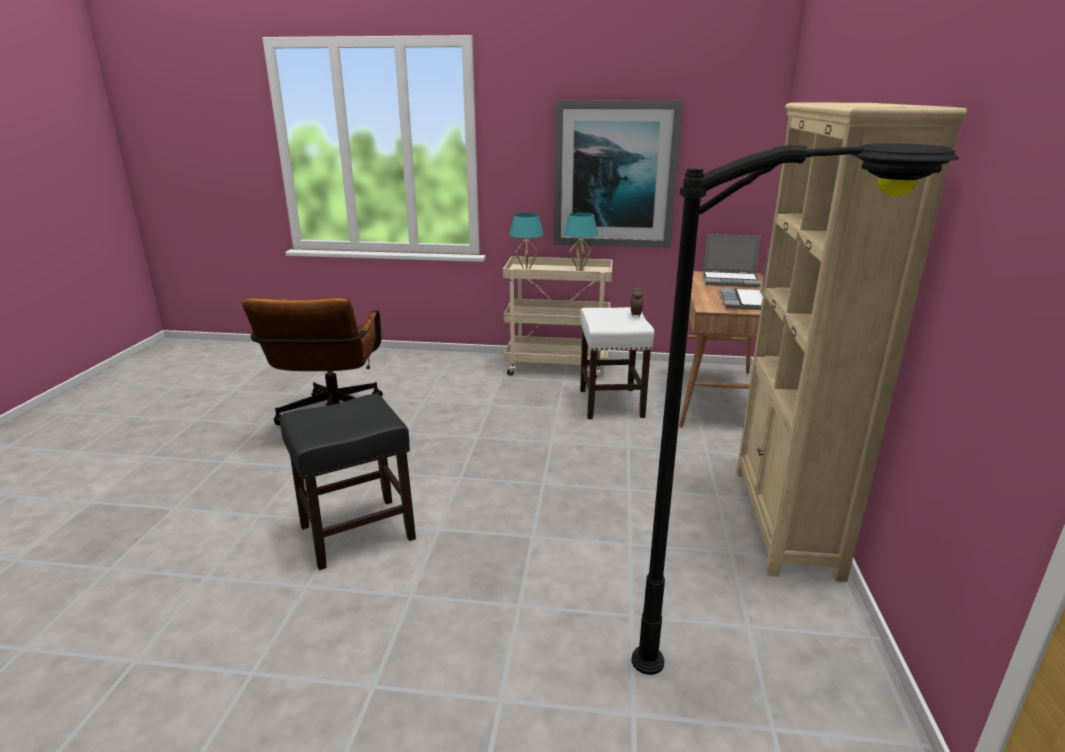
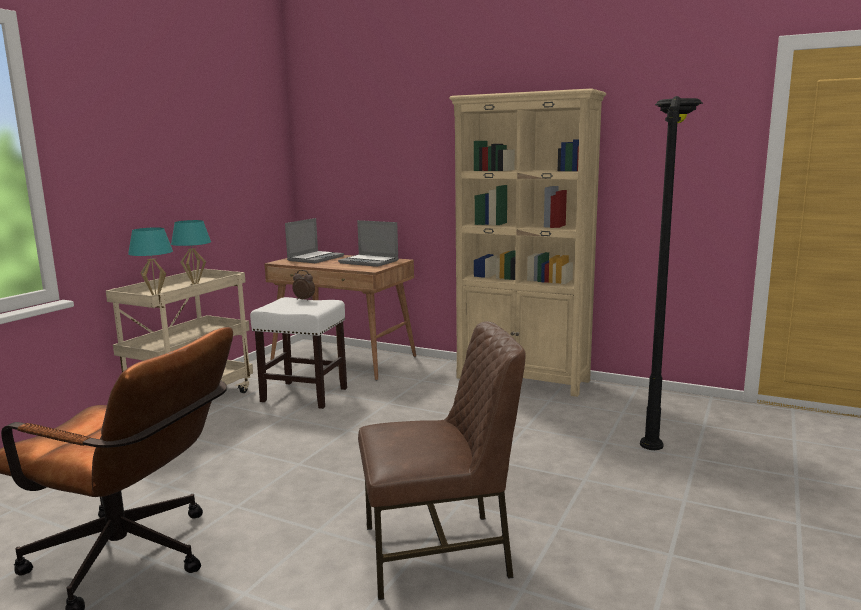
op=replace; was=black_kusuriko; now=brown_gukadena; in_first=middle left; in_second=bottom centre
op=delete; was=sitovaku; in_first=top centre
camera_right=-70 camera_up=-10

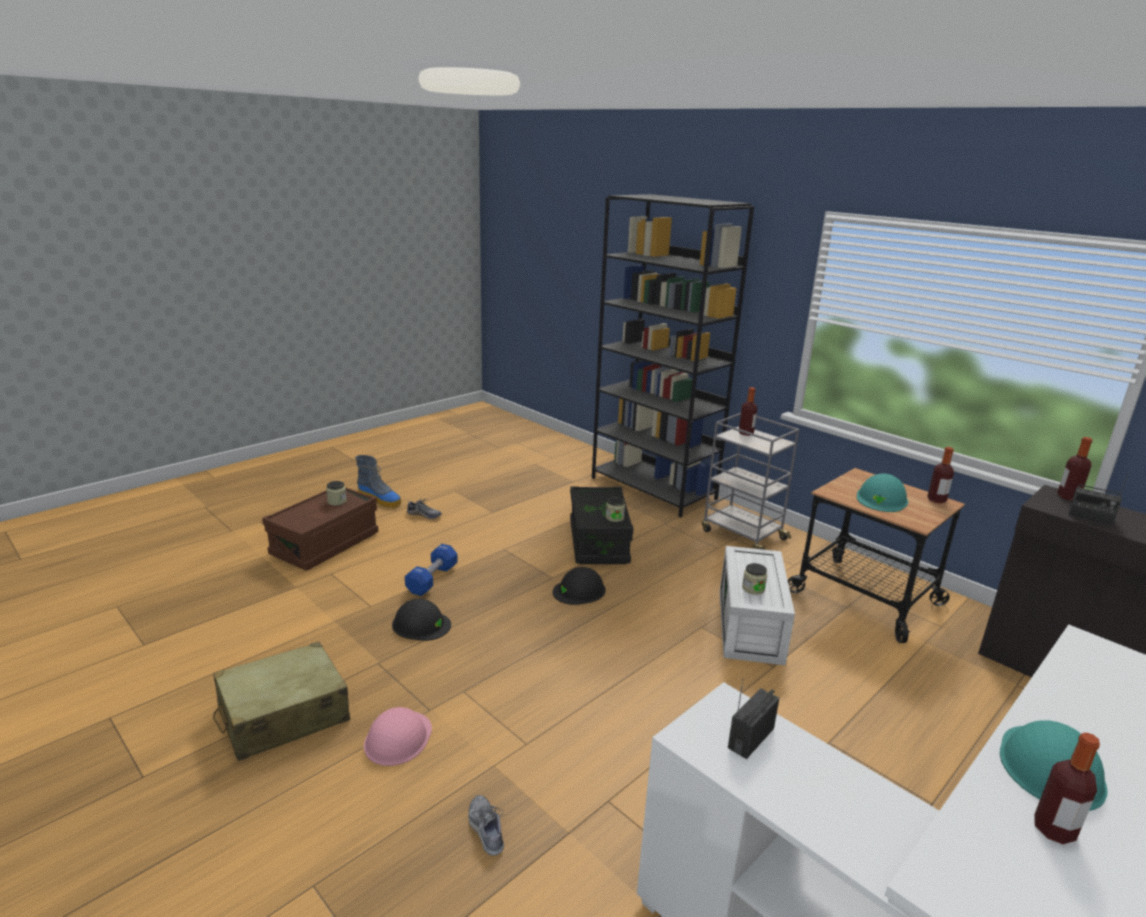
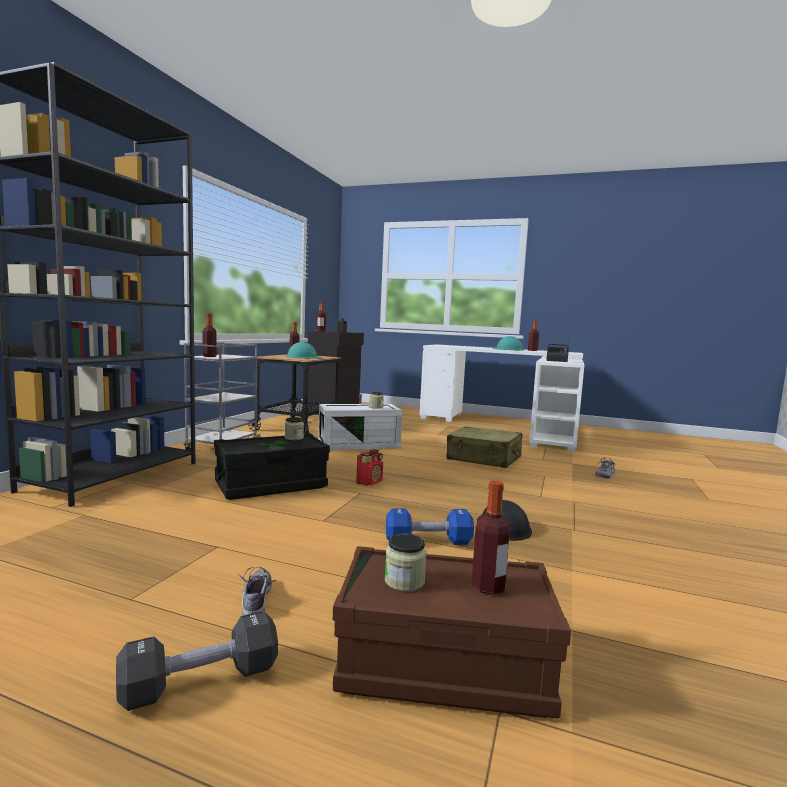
op=replace; was=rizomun; now=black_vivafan; in_first=middle left; in_second=bottom left
op=replace; was=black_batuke (2nd from left); now=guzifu (2nd from left); in_first=centre; in_second=centre
op=move; was=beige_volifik; in_first=bottom left; in_second=centre
op=insert; now=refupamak (4th from left); in_second=bottom centre
op=delete; was=pink_batuke; in_first=bottom centre
camera_right=-115 camera_up=-15

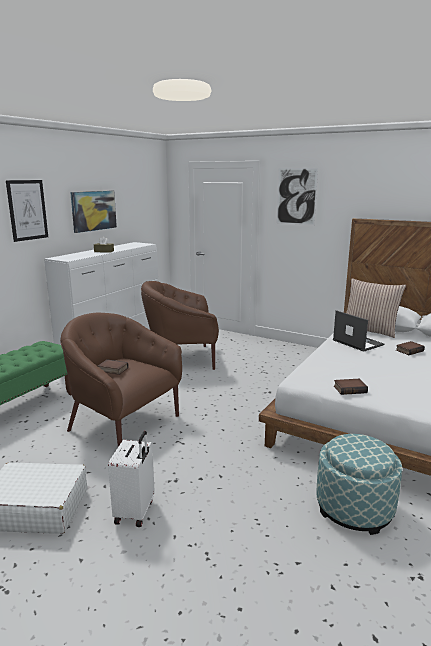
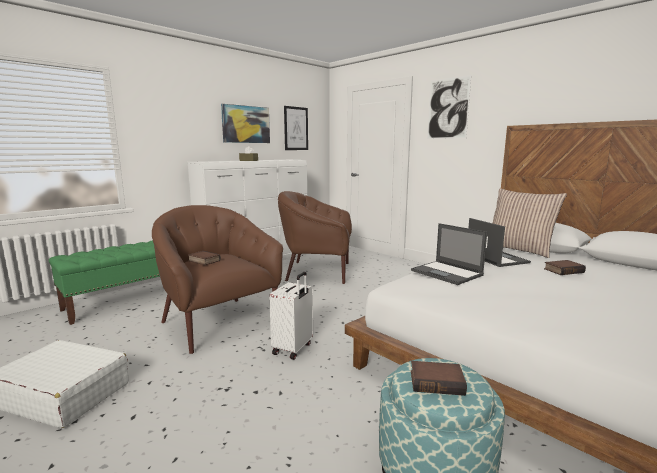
op=move; was=white_volifik (2nd from left); in_first=bottom left; in_second=bottom centre
op=move; was=sitovaku (1st from left in the first image); now=sitovaku (2nd from left); in_first=top left; in_second=top centre
op=insert; now=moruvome (1st from left); in_second=middle right
op=move; was=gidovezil (2nd from left); in_first=middle right; in_second=bottom right
camera_right=15 camera_up=-5

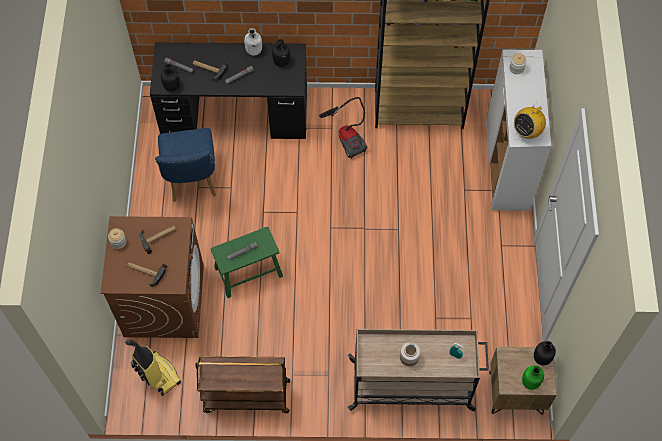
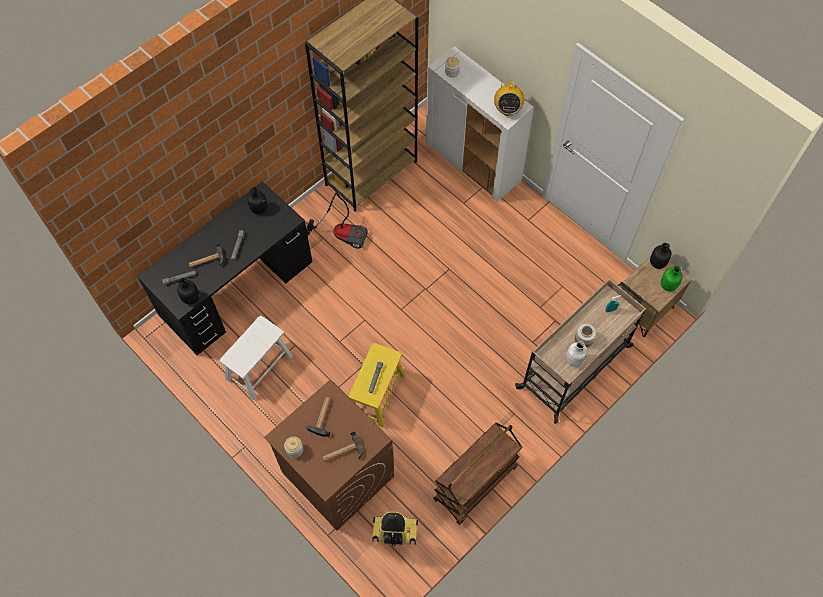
op=replace; was=blue_gukadena; now=white_kusuriko; in_first=middle left; in_second=middle left
op=recolor; was=green_kusuriko; now=yellow_kusuriko; in_first=centre; in_second=centre
op=move; was=white_refupamak; in_first=top centre; in_second=middle right
camera_right=-45 camera_up=0

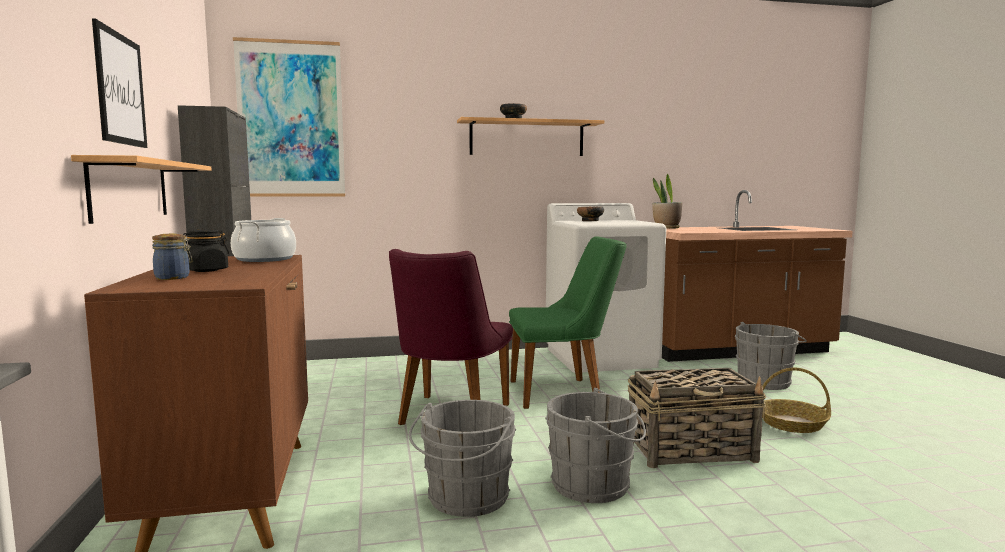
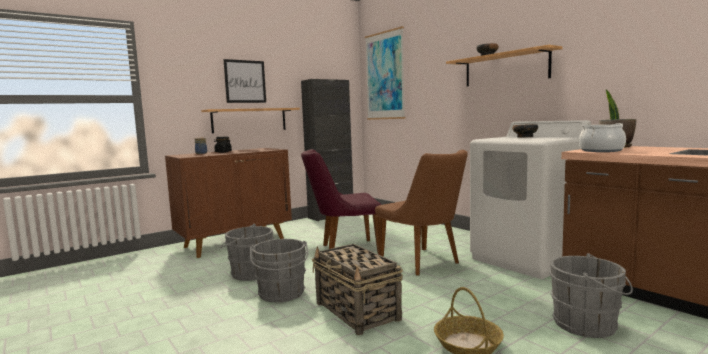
op=recolor; was=green_gukadena; now=brown_gukadena; in_first=centre; in_second=centre
op=move; was=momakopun; in_first=middle left; in_second=middle right
camera_right=65 camera_up=0

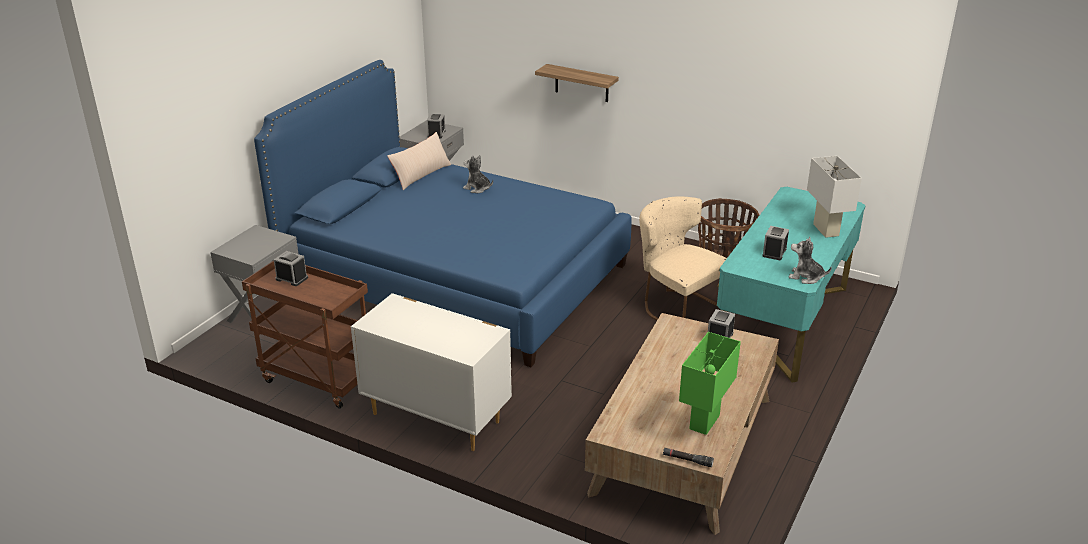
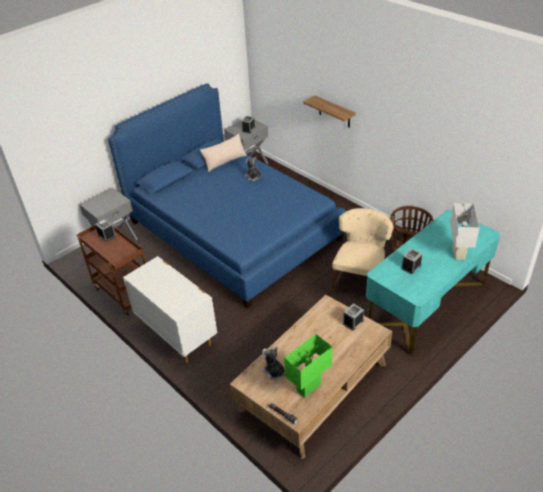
op=move; was=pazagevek (2nd from left); in_first=middle right; in_second=bottom centre
op=rotate; was=beige_gukadena; in_first=centre; in_second=middle right; clockwise=45
camera_right=20 camera_up=10

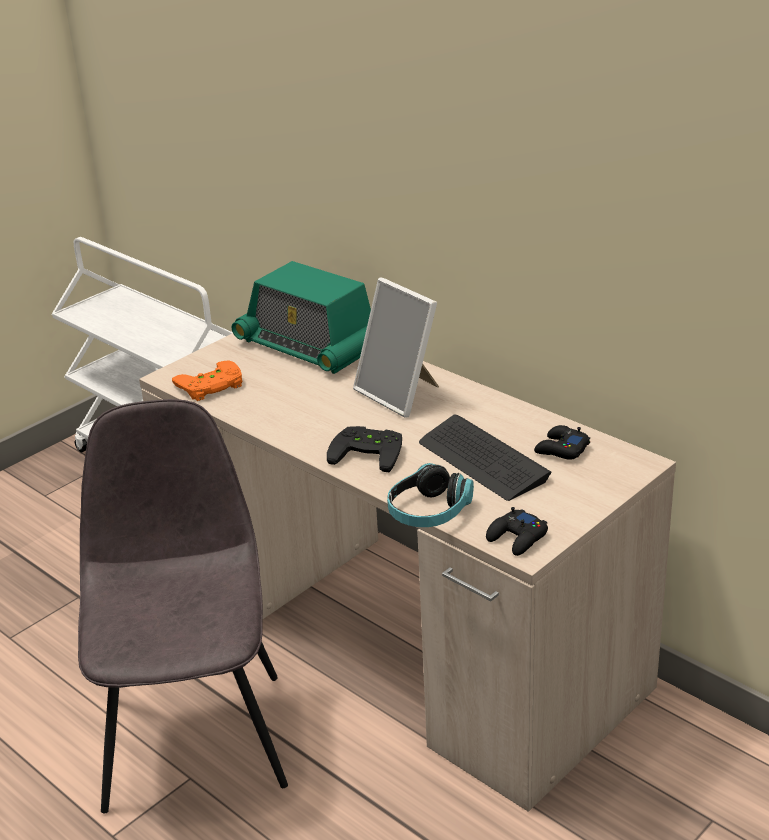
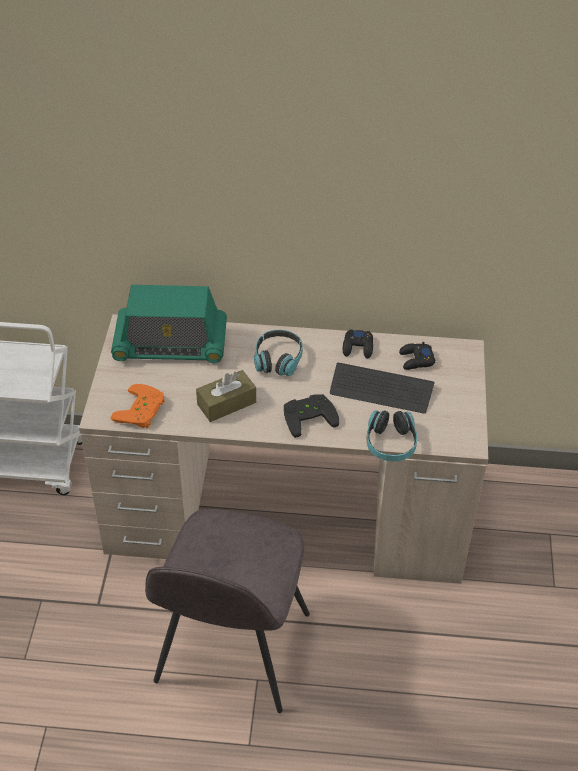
op=rotate; was=grey_gukadena; in_first=bottom left; in_second=bottom centre; clockwise=-120
op=insert; now=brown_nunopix; in_second=centre
op=replace; was=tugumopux; now=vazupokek (1st from left); in_first=centre; in_second=centre
op=move; was=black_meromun (2nd from left); in_first=middle right; in_second=centre
camera_right=-40 camera_up=15

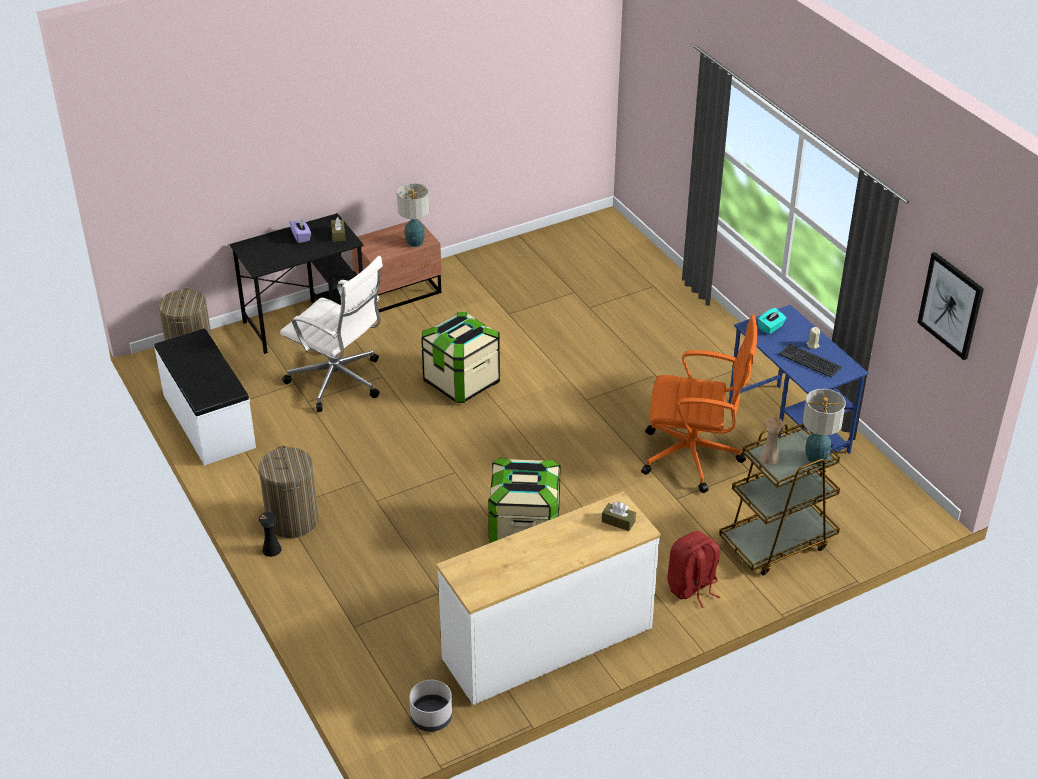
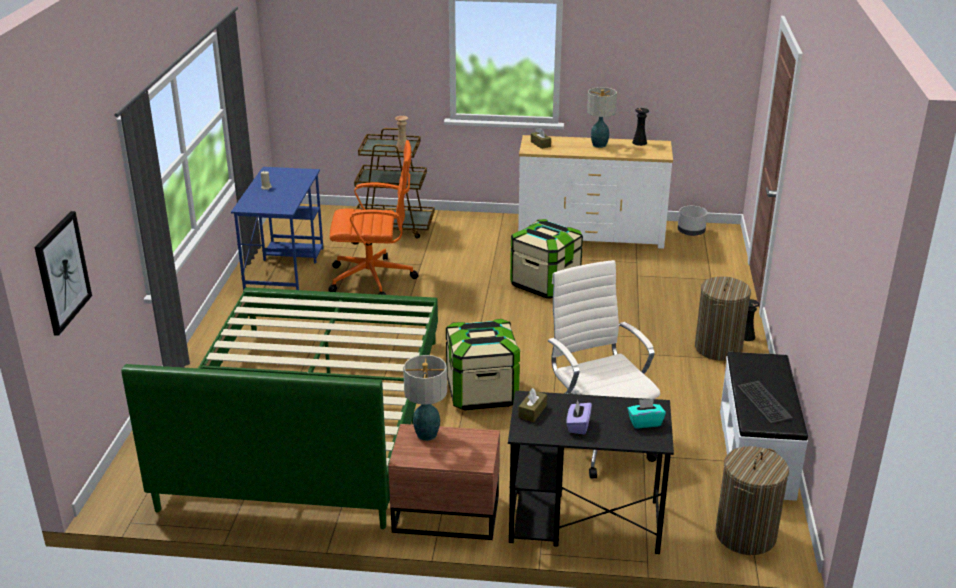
op=move; was=sitovaku; in_first=middle right; in_second=middle left
op=insert; now=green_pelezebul; in_second=bottom left
op=rotate; was=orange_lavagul; in_first=middle right; in_second=centre; clockwise=135
op=move; was=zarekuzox (2nd from left); in_first=middle right; in_second=top centre
op=move; was=turquoise_nunopix; in_first=middle right; in_second=bottom right
op=insert; now=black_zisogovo (1st from left); in_second=top right
op=move; was=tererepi; in_first=middle right; in_second=bottom right
op=delete; was=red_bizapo; in_first=bottom right
camera_right=-145 camera_up=-10

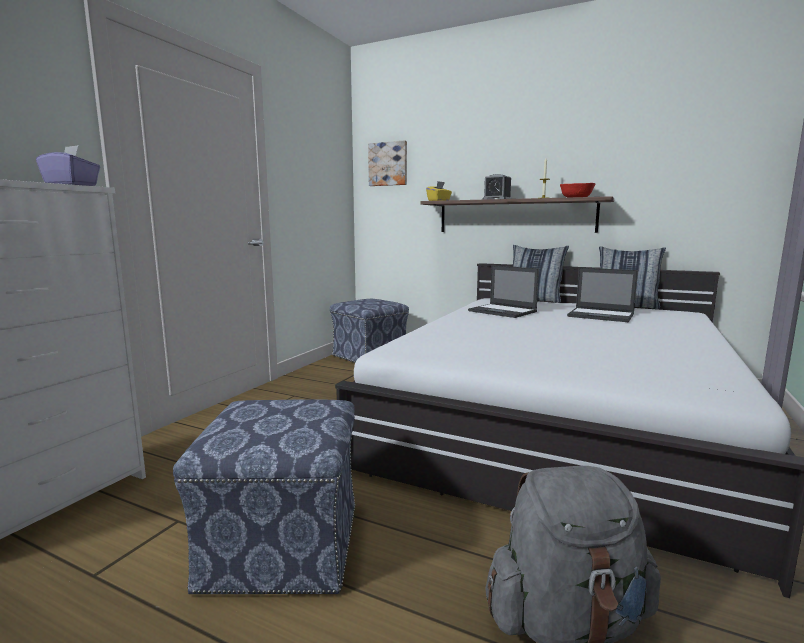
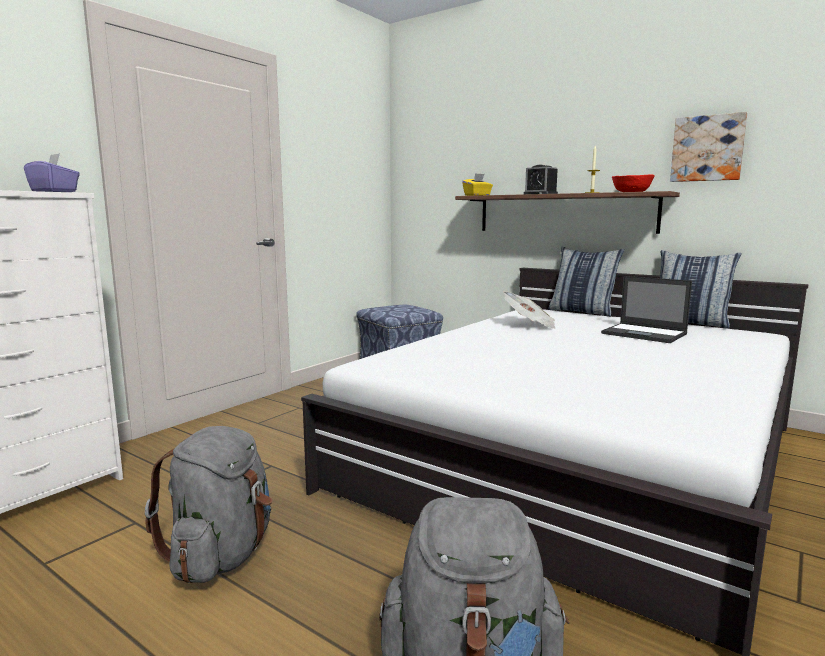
op=replace; was=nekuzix (1st from left); now=grey_bizapo (1st from left); in_first=bottom left; in_second=bottom left
op=replace; was=moruvome (1st from left); now=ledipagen; in_first=centre; in_second=centre
op=move; was=sitovaku; in_first=top centre; in_second=top right
camera_right=10 camera_up=0

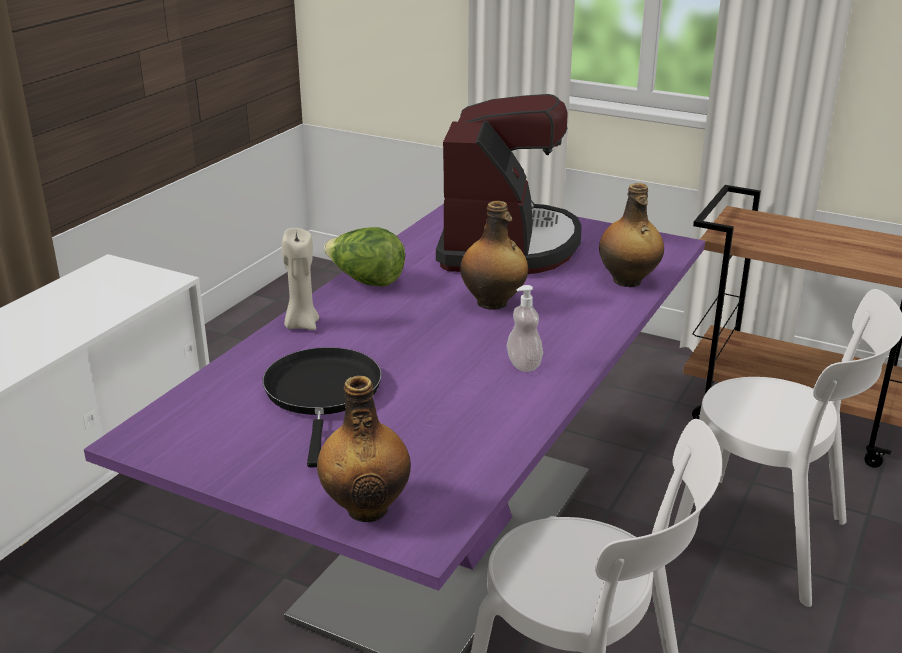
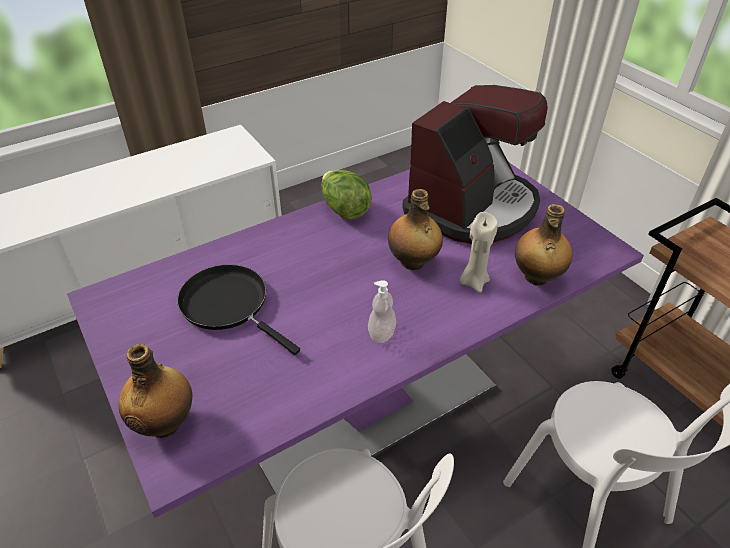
op=rotate; was=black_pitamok; in_first=centre; in_second=middle left; clockwise=-75
op=move; was=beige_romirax; in_first=middle left; in_second=centre
camera_right=30 camera_up=15

